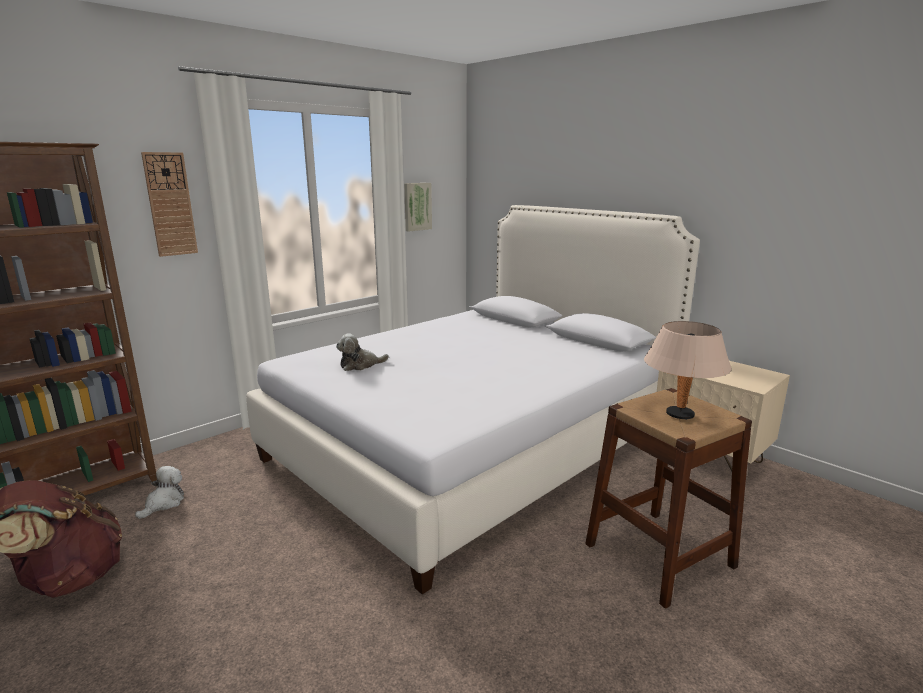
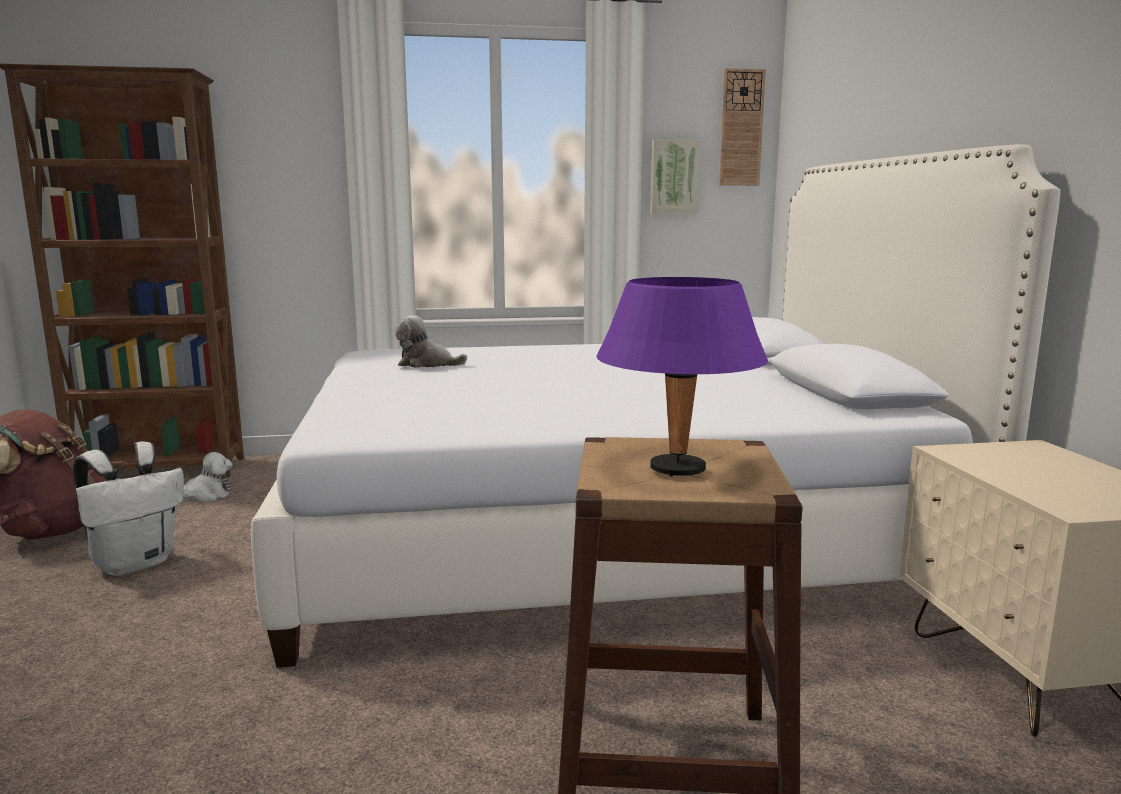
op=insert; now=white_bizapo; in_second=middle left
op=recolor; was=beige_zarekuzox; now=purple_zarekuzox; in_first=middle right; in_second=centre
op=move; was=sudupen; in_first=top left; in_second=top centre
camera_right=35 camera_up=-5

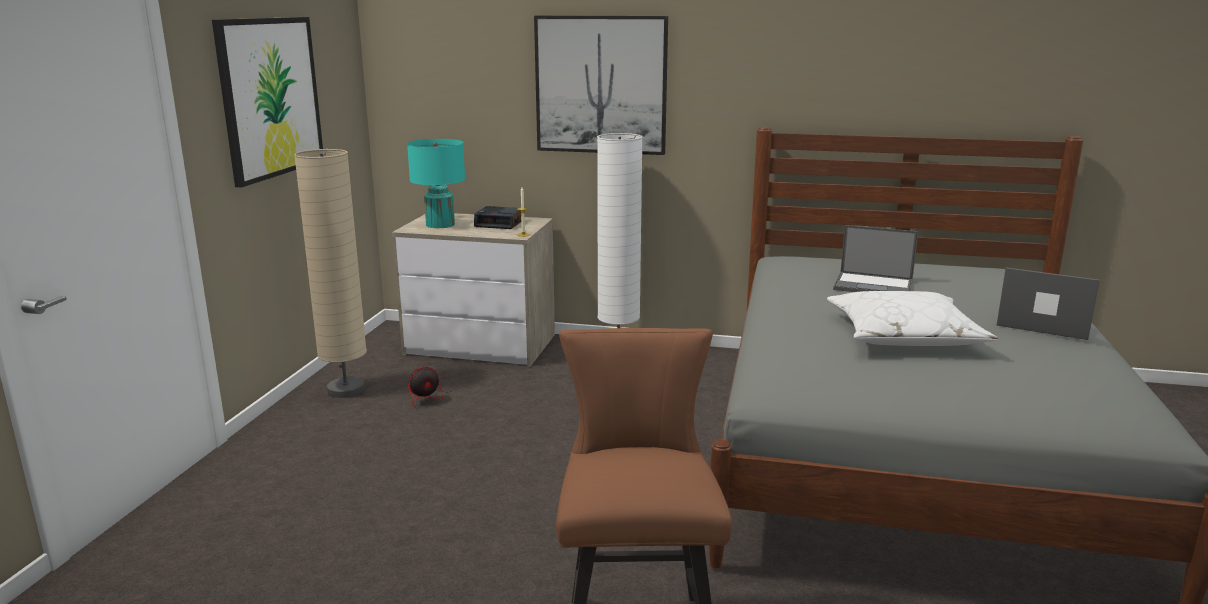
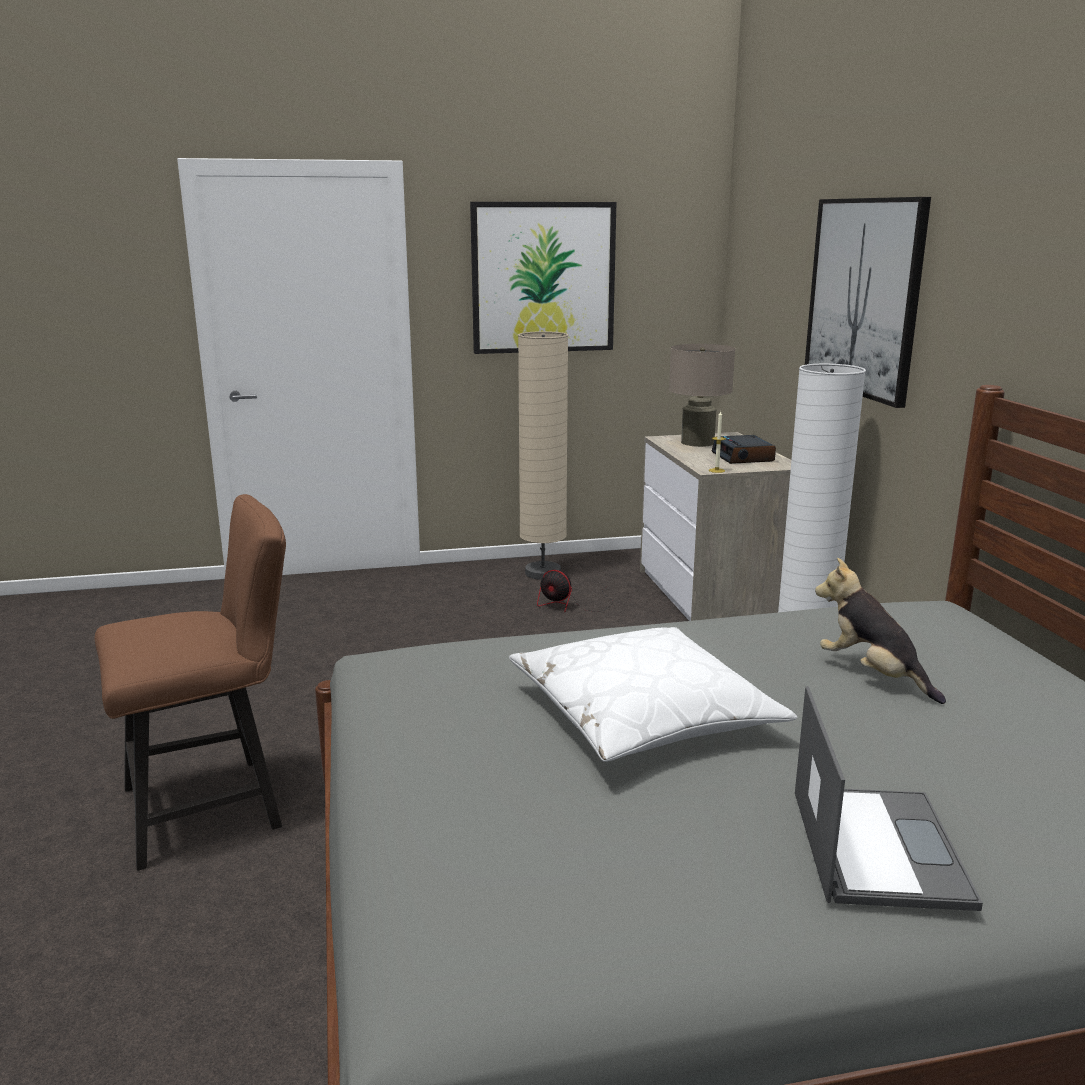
op=recolor; was=turquoise_zarekuzox; now=beige_zarekuzox; in_first=top centre; in_second=centre
op=replace; was=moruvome (1st from left); now=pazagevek; in_first=middle right; in_second=middle right
camera_right=65 camera_up=0

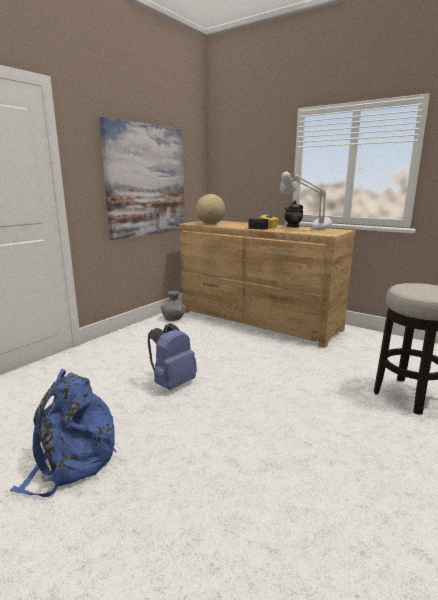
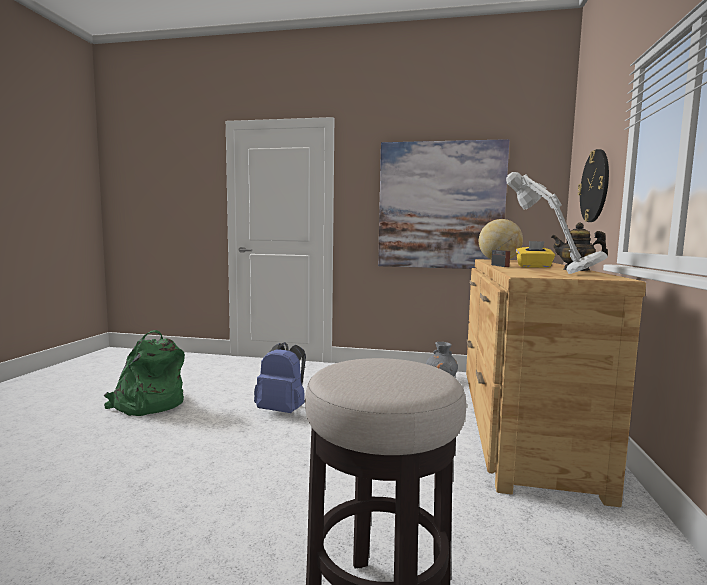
op=recolor; was=blue_bizapo (1st from left); now=green_bizapo; in_first=bottom left; in_second=middle left
op=insert; now=sudupen; in_second=top right
camera_right=65 camera_up=-10

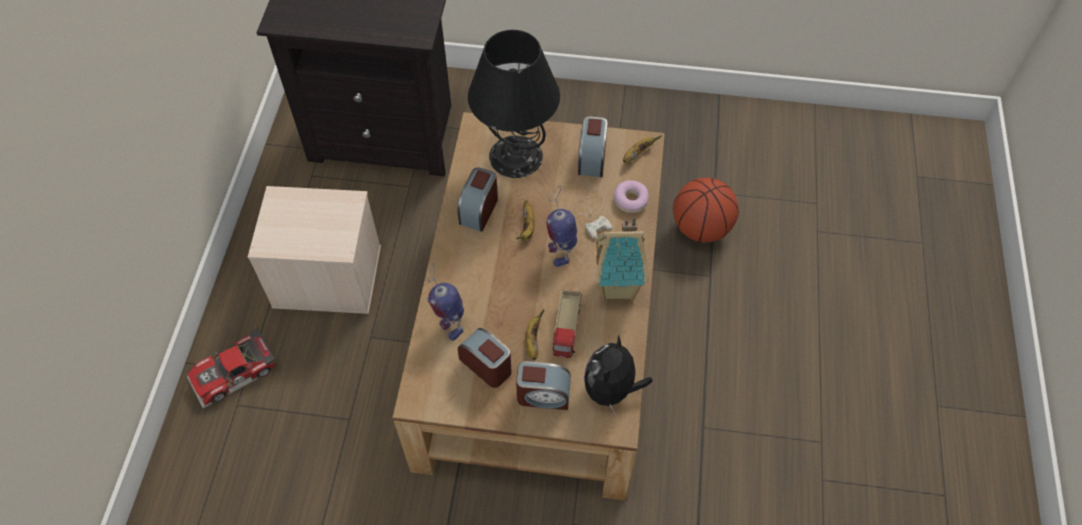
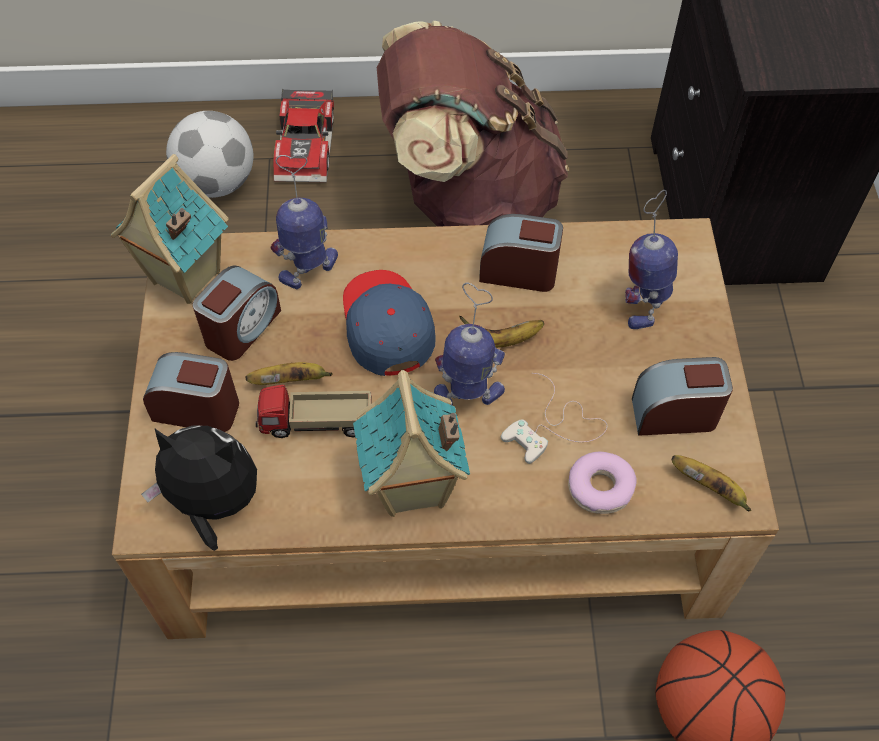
op=insert; now=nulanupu (1st from left); in_second=top left
op=rotate; was=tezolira (3rd from left in the first image); in_first=bottom centre; in_second=middle left; clockwise=105
op=insert; now=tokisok; in_second=top left
op=rotate; was=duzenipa; in_first=bottom left; in_second=top centre; clockwise=-135
op=insert; now=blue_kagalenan; in_second=centre
op=replace; was=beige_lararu; now=brown_bizapo; in_first=middle left; in_second=top centre
op=replace; was=black_zarekuzox; now=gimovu (3rd from left); in_first=top centre; in_second=middle right
camera_right=80 camera_up=0

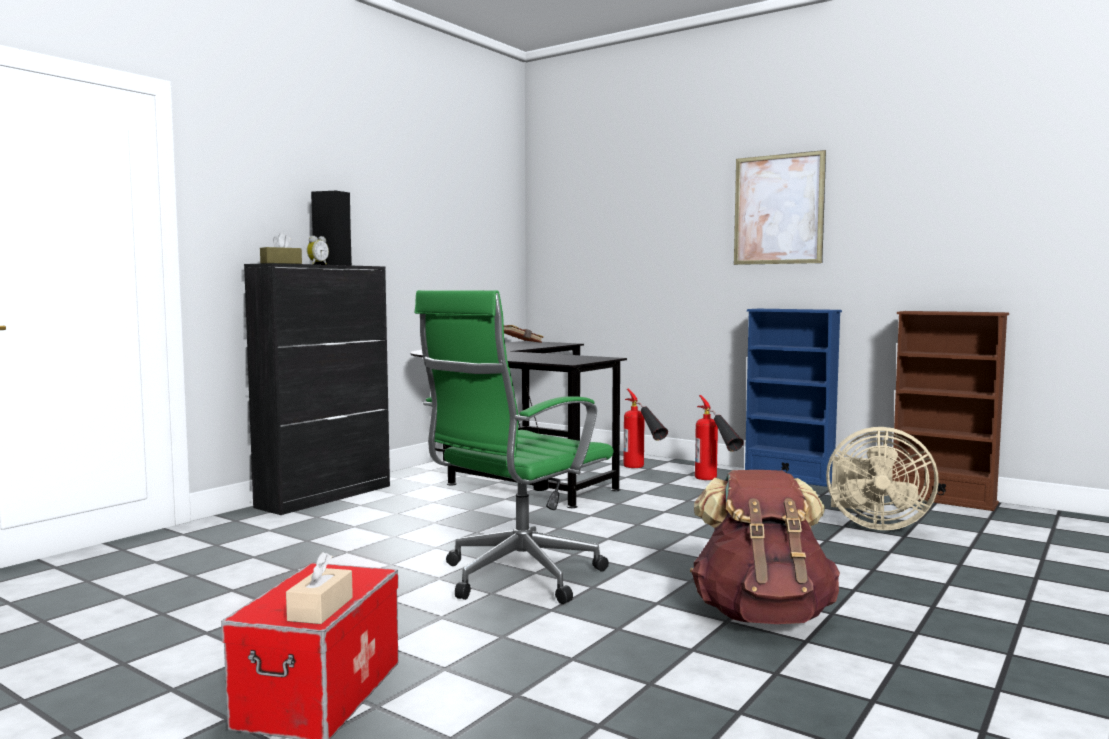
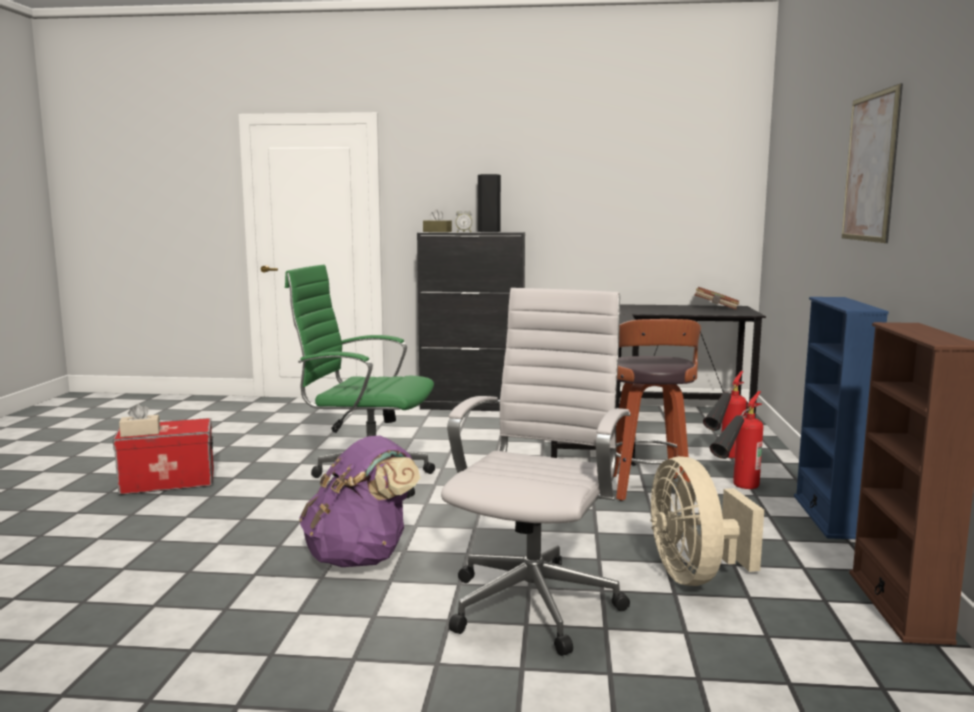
op=recolor; was=brown_bizapo; now=purple_bizapo; in_first=bottom right; in_second=bottom centre
op=insert; now=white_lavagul; in_second=centre
op=insert; now=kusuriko; in_second=middle right
camera_right=60 camera_up=5

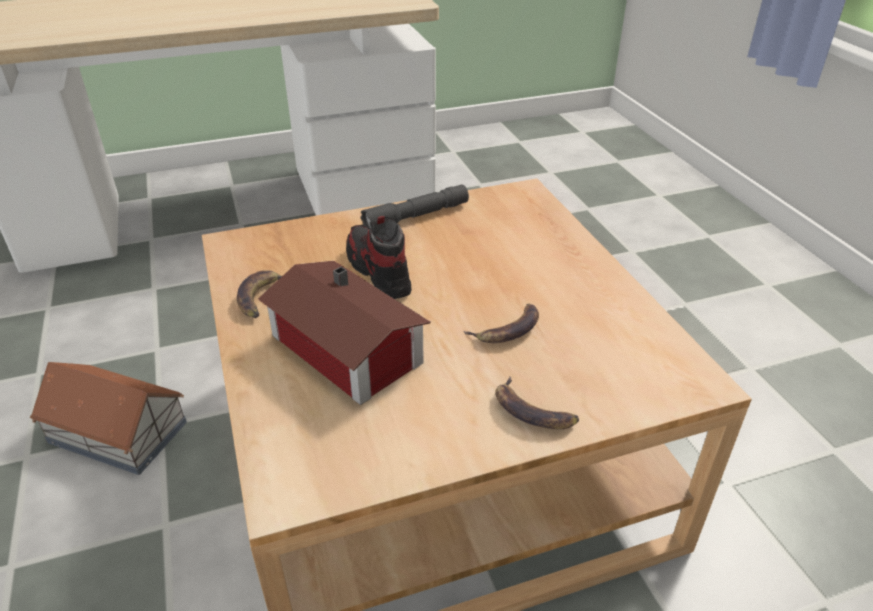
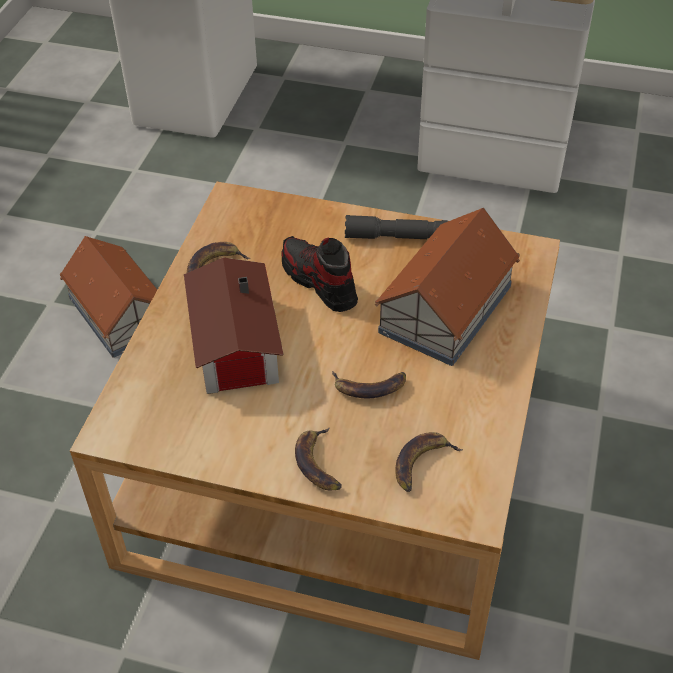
op=rotate; was=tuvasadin; in_first=centre; in_second=centre; clockwise=-45
op=insert; now=nulanupu (3rd from left); in_second=centre
op=insert; now=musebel (4th from left); in_second=bottom centre
camera_right=35 camera_up=10

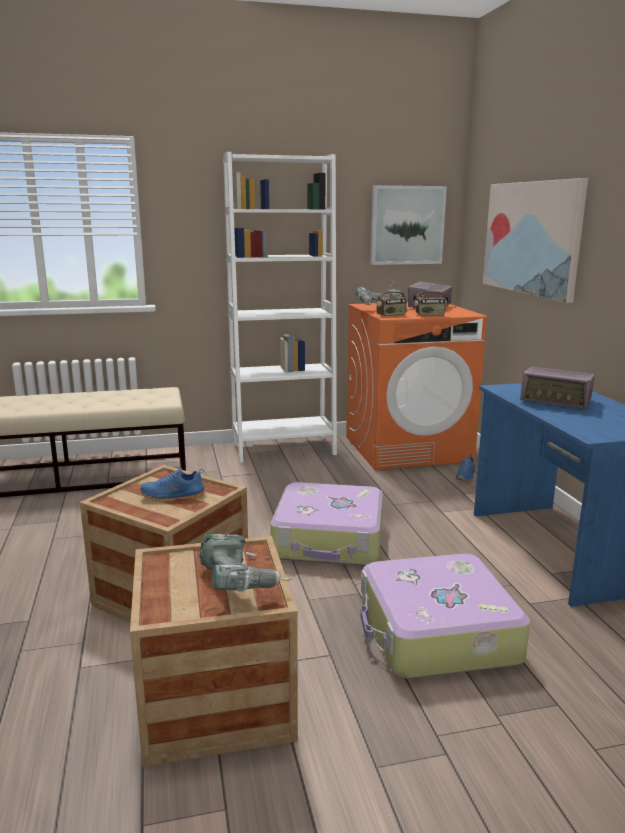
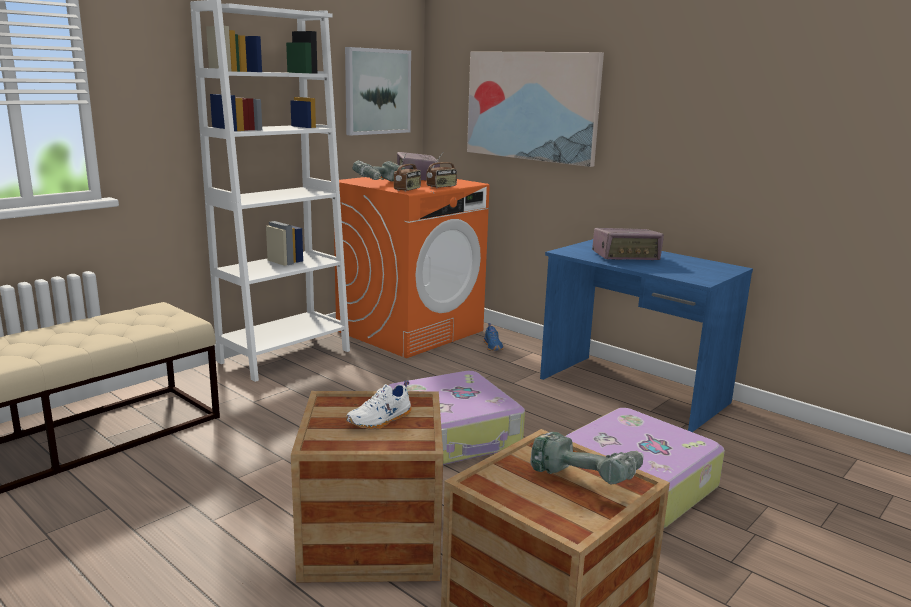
op=recolor; was=blue_tuvasadin (1st from left); now=white_tuvasadin; in_first=middle left; in_second=bottom centre
camera_right=-35 camera_up=0

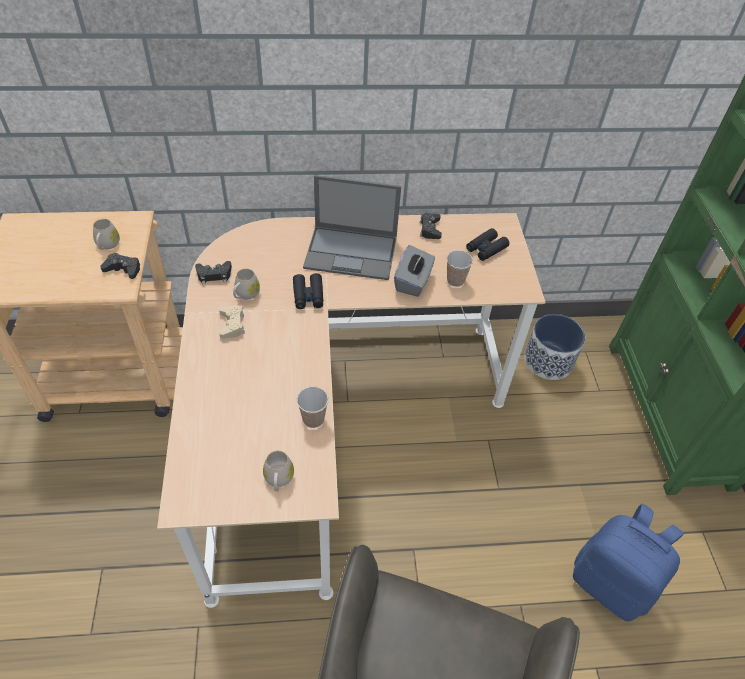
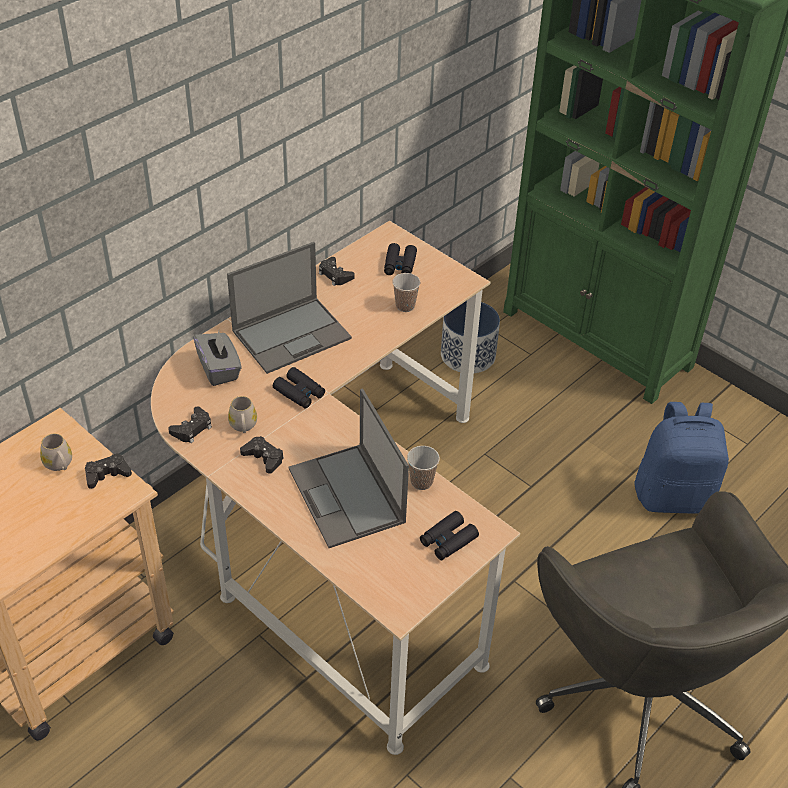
op=move; was=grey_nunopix; in_first=centre; in_second=middle left
op=recolor; was=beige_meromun; now=black_meromun (3rd from left); in_first=middle left; in_second=middle left
op=insert; now=moruvome (2nd from left); in_second=centre
op=replace; was=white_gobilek (3rd from left); now=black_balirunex (3rd from left); in_first=bottom centre; in_second=bottom centre
camera_right=-40 camera_up=-5

